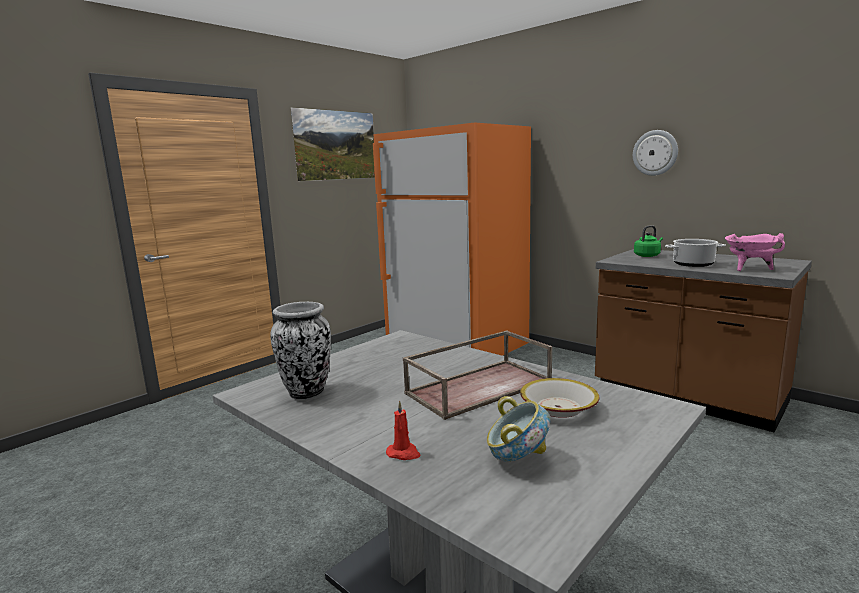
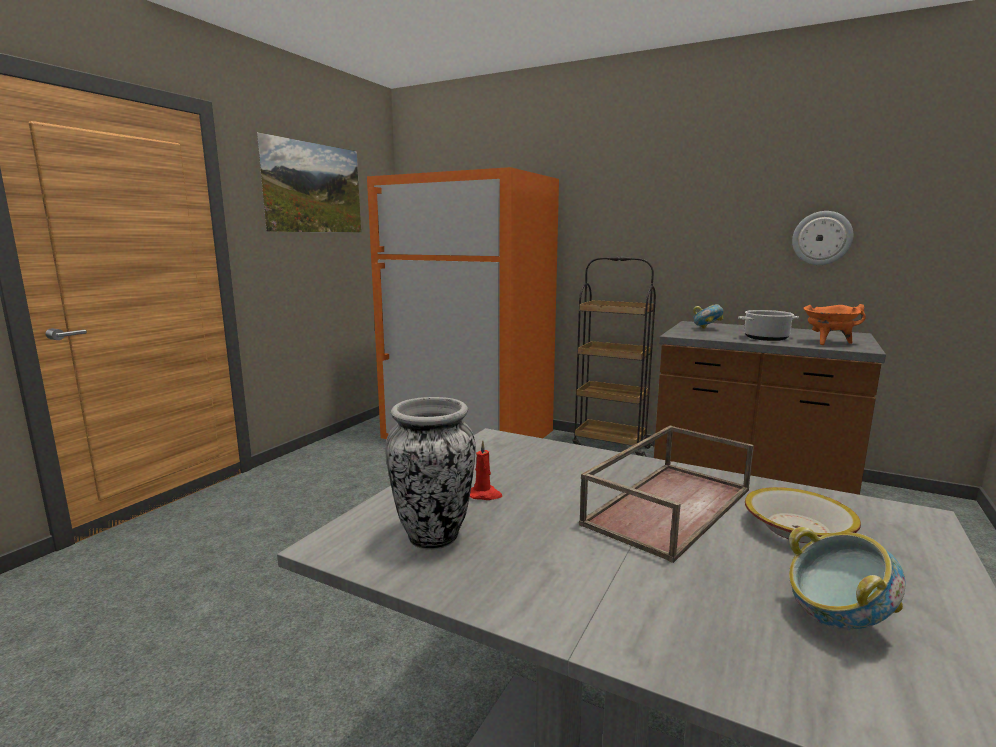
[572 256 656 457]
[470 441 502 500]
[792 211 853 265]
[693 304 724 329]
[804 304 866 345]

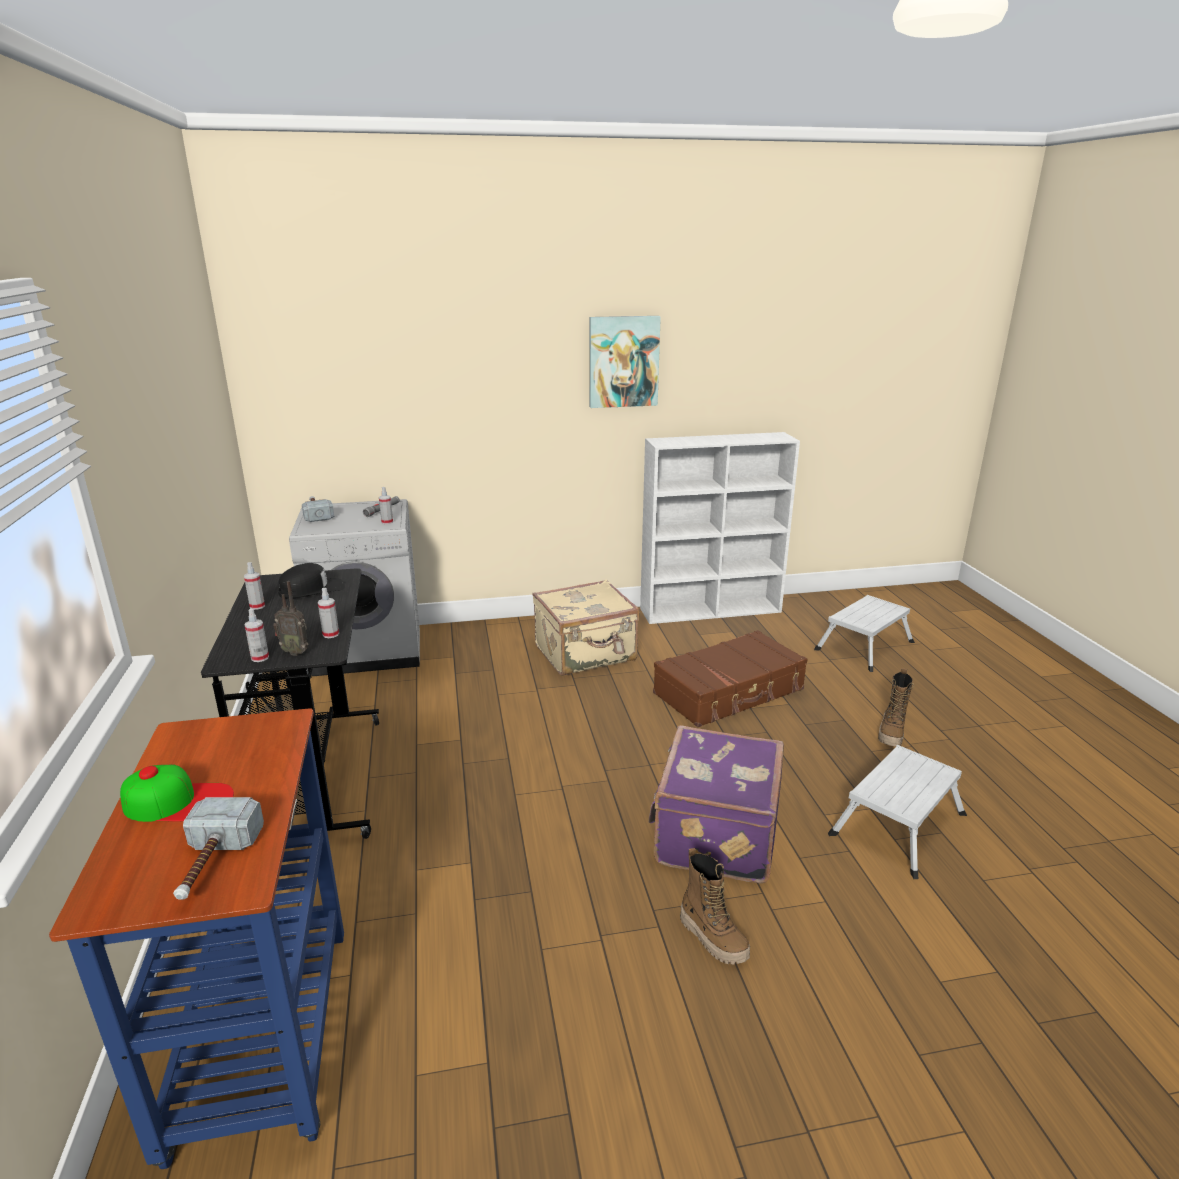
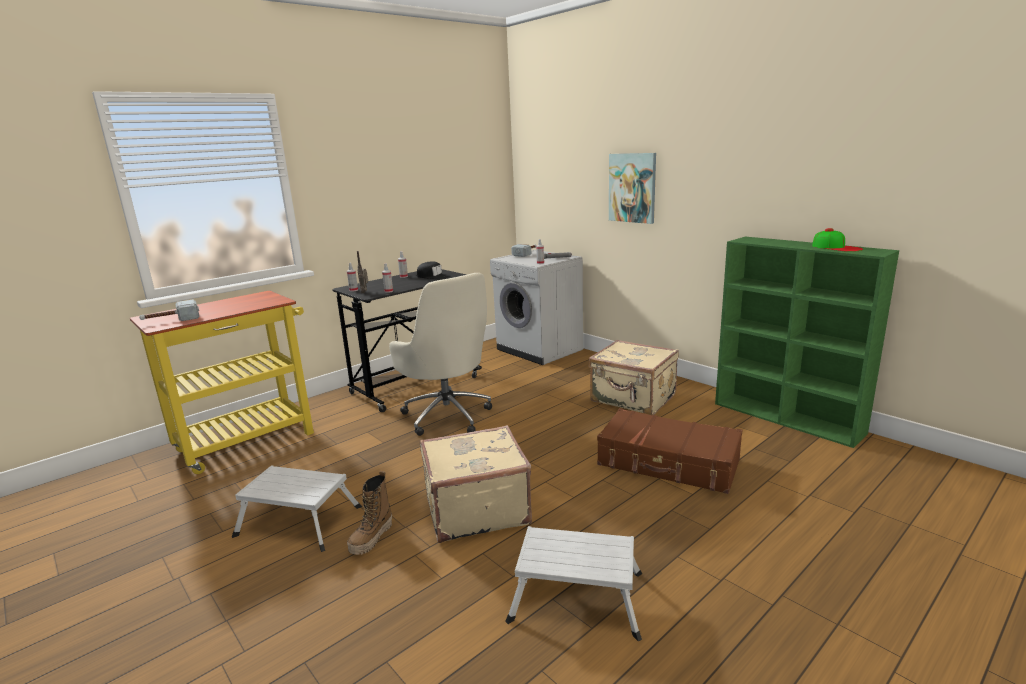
[878 668 914 747] (first image)
[389 273 492 436]
[812 228 863 252]
[609 153 656 224]
[232 465 362 552]
[130 291 314 474]
[715 237 899 448]
[420 425 532 543]

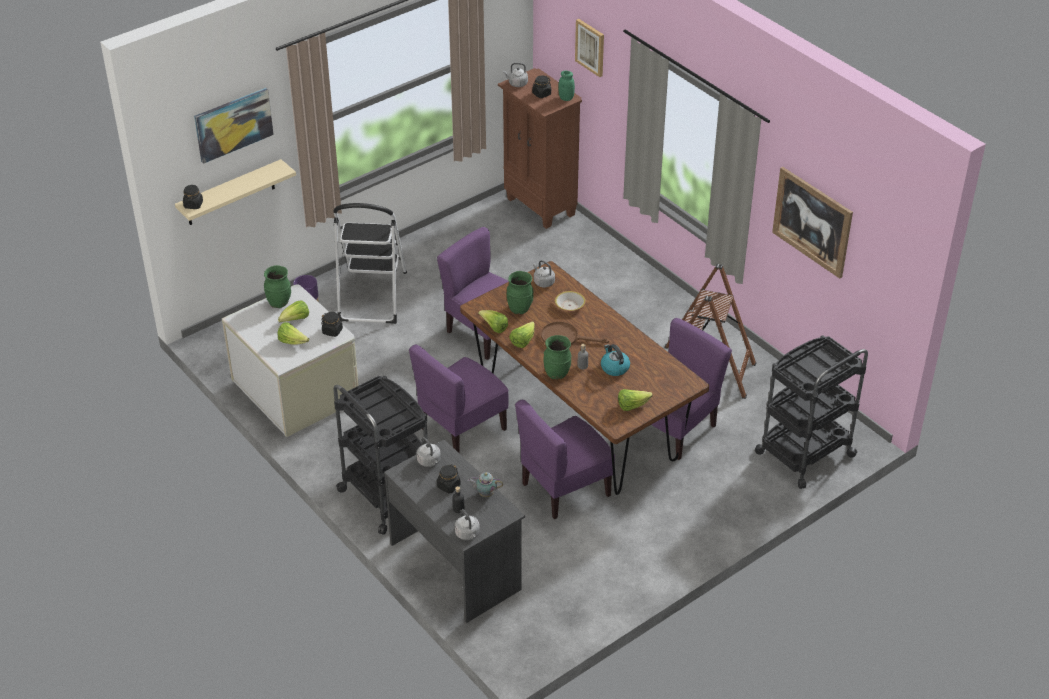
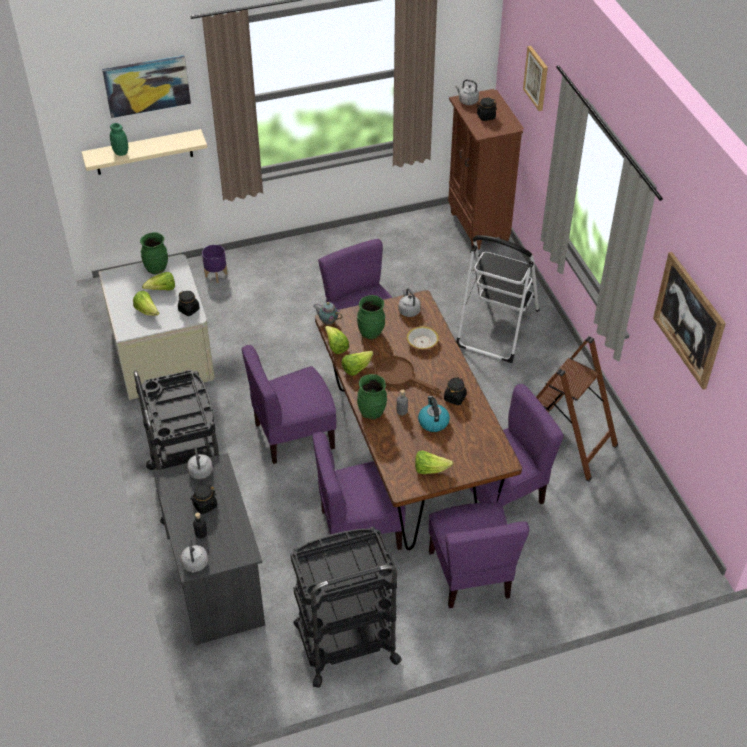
[429 503 530 608]
[444 377 467 405]
[456 235 540 363]
[313 302 343 325]
[110 123 128 156]
[291 527 402 688]

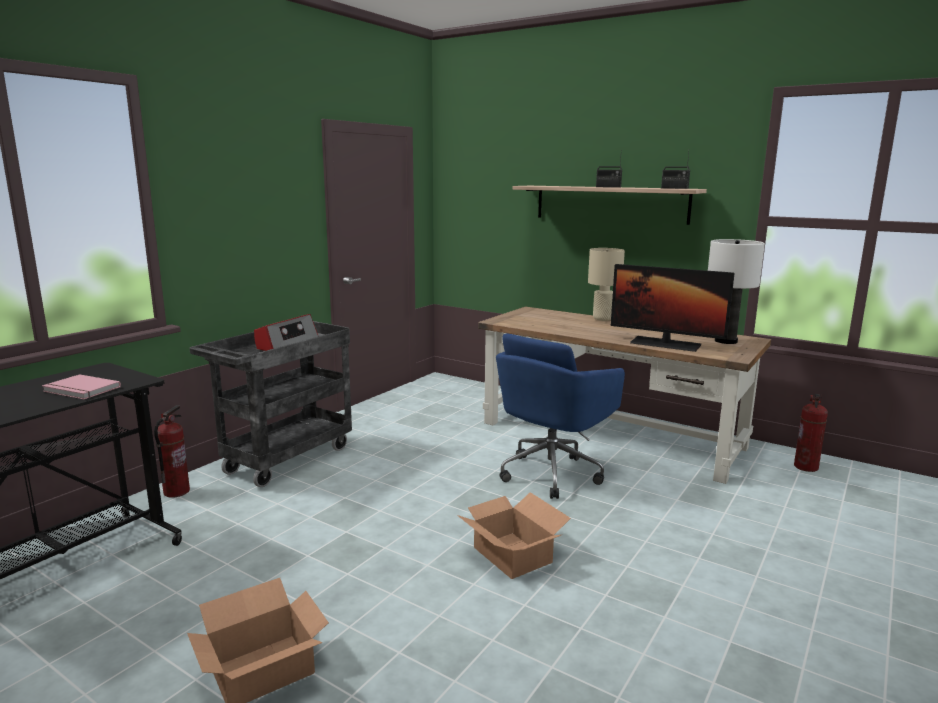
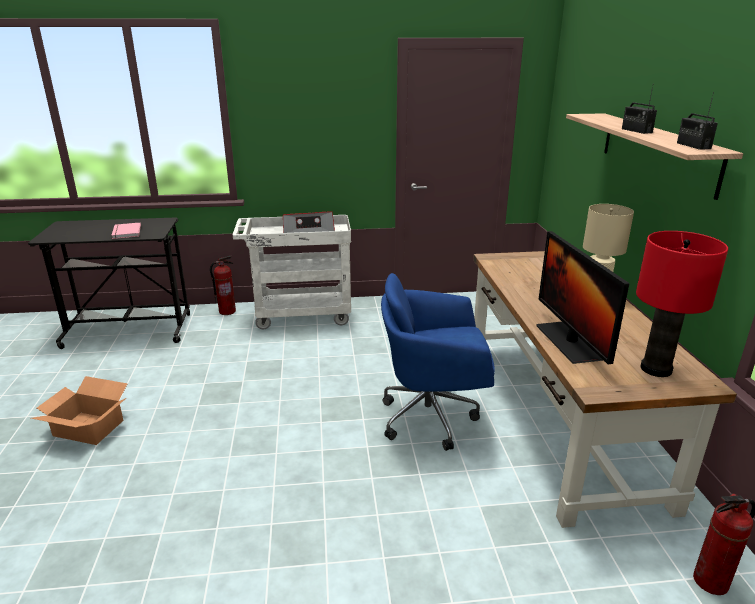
[457 492 571 579] (first image)
[233 215 351 329]
[636 231 728 377]

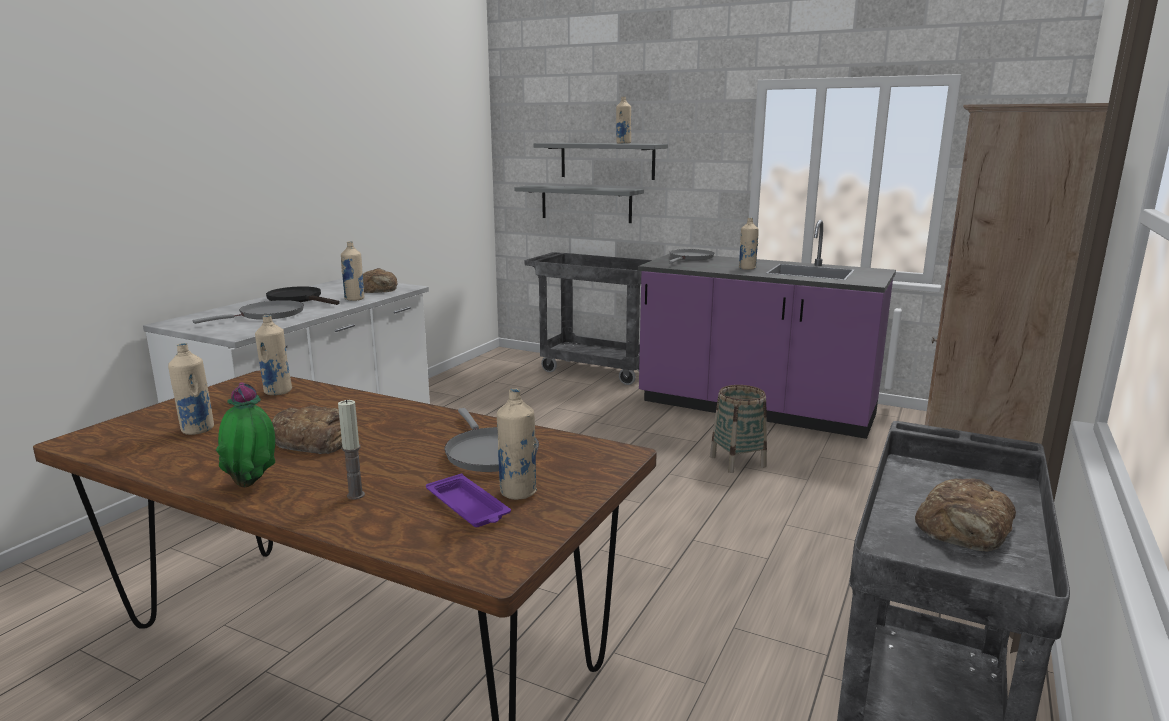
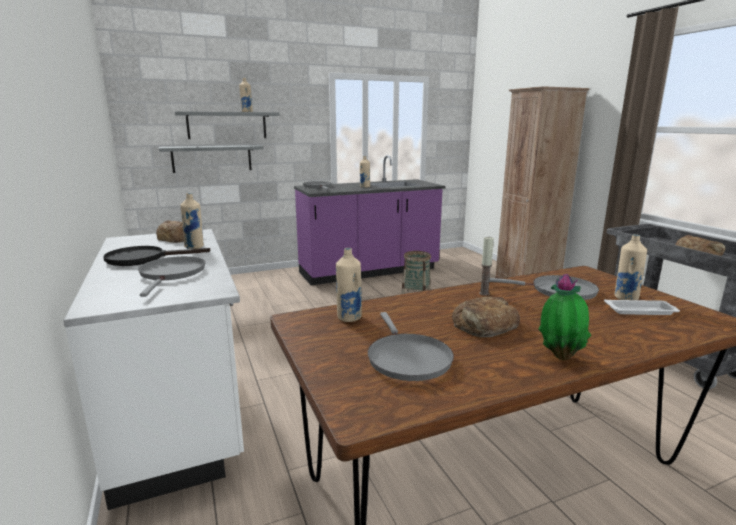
[525 252 652 385] (first image)
[479 236 494 296]
[368 312 454 381]
[604 299 680 315]

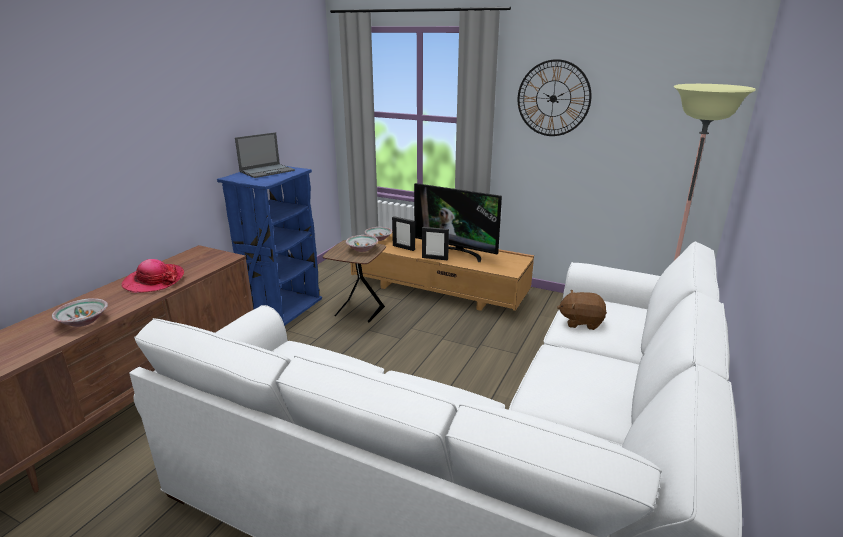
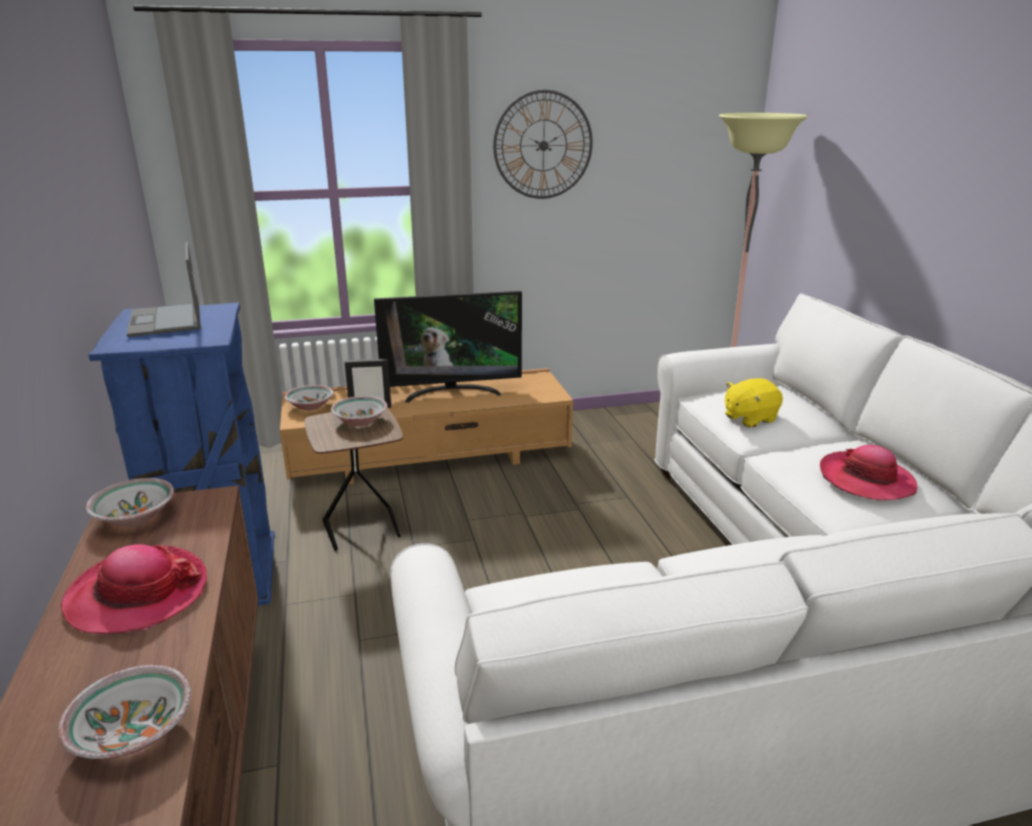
[422 227 449 260] (first image)
[85 478 174 527]
[820 445 917 500]
[725 378 783 428]
[127 242 201 337]

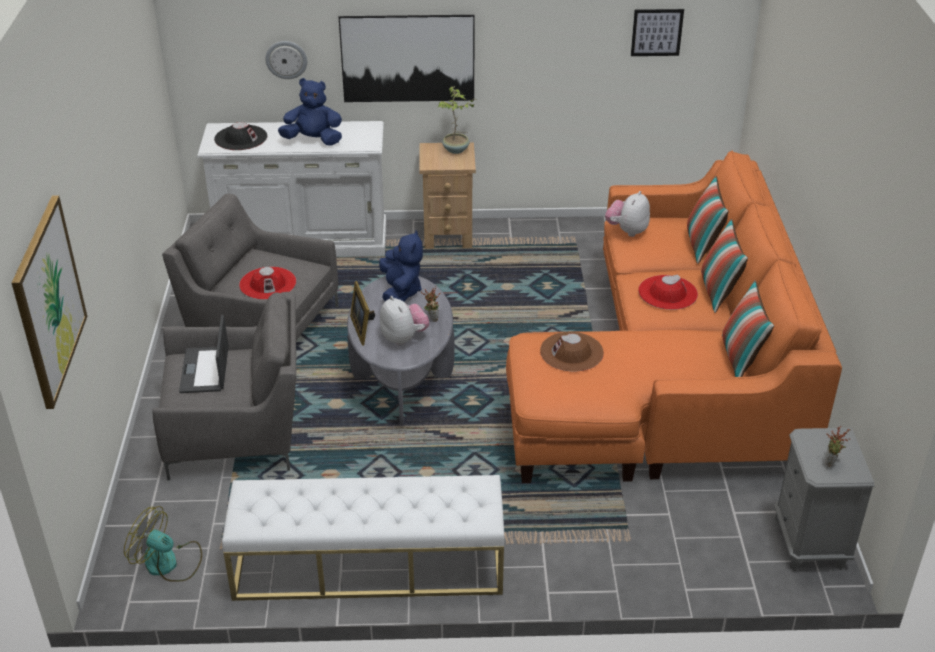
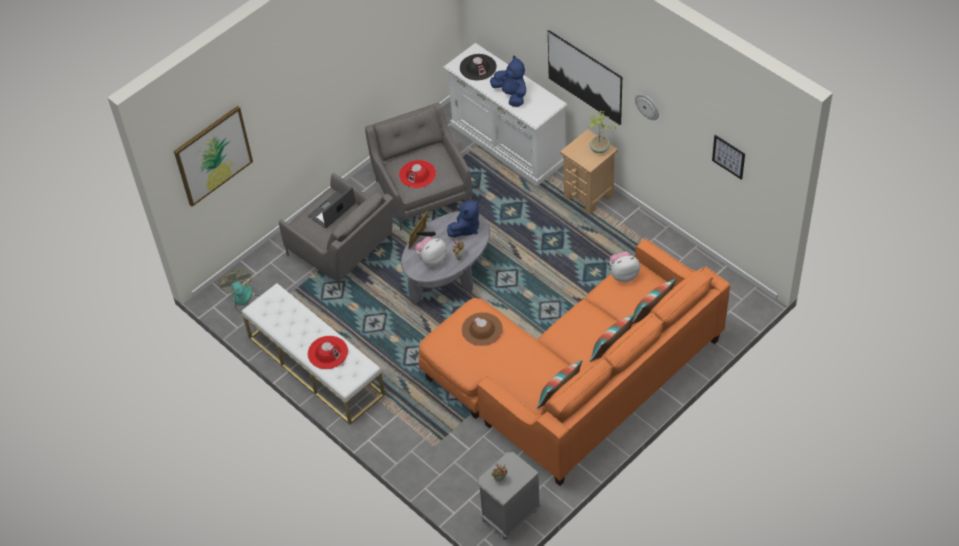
[635 94 659 120]
[308 336 348 369]
[415 237 447 266]

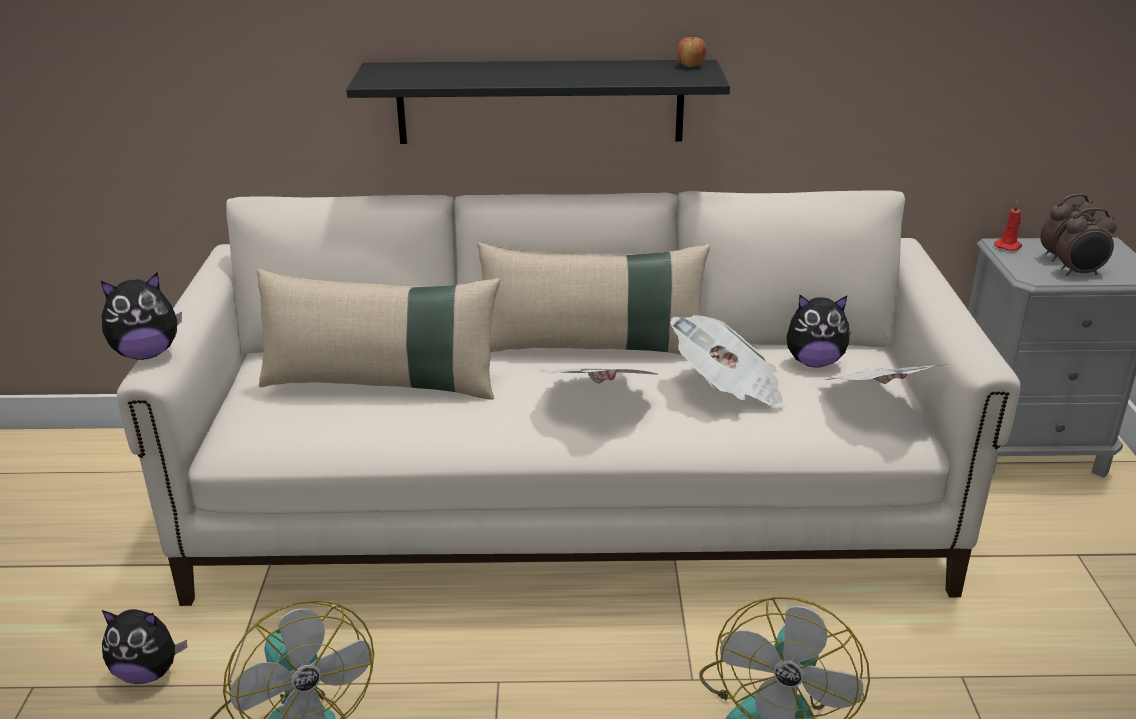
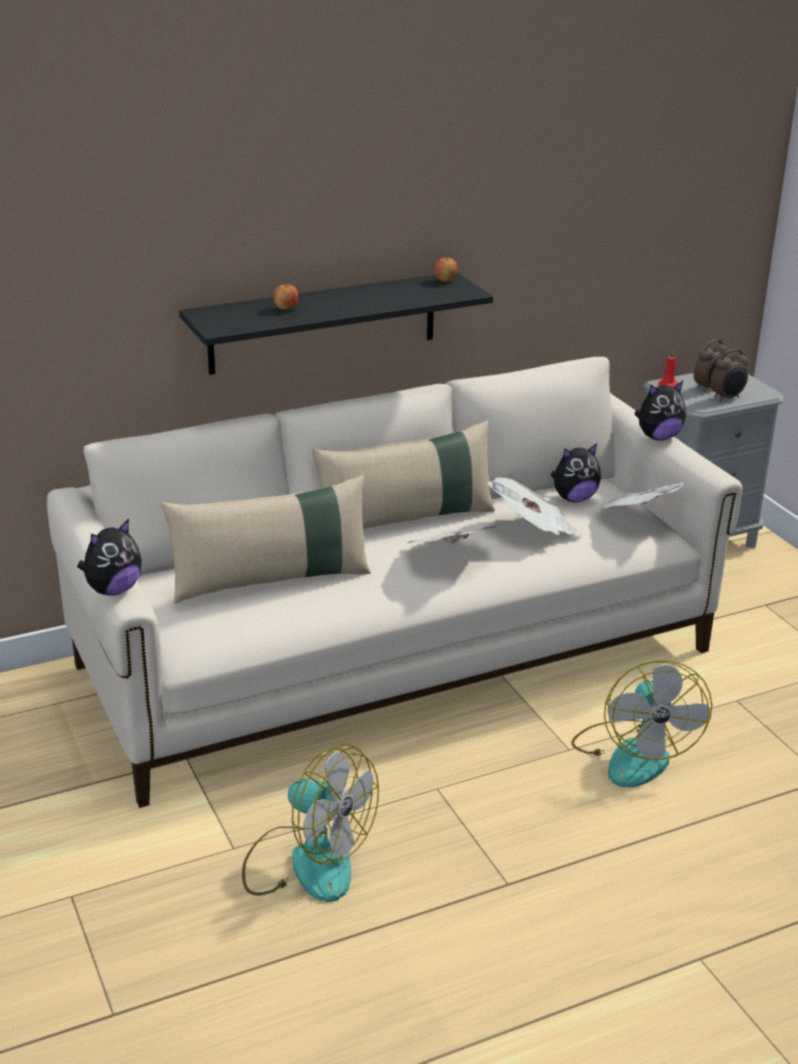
[274 284 298 310]
[634 381 686 441]

